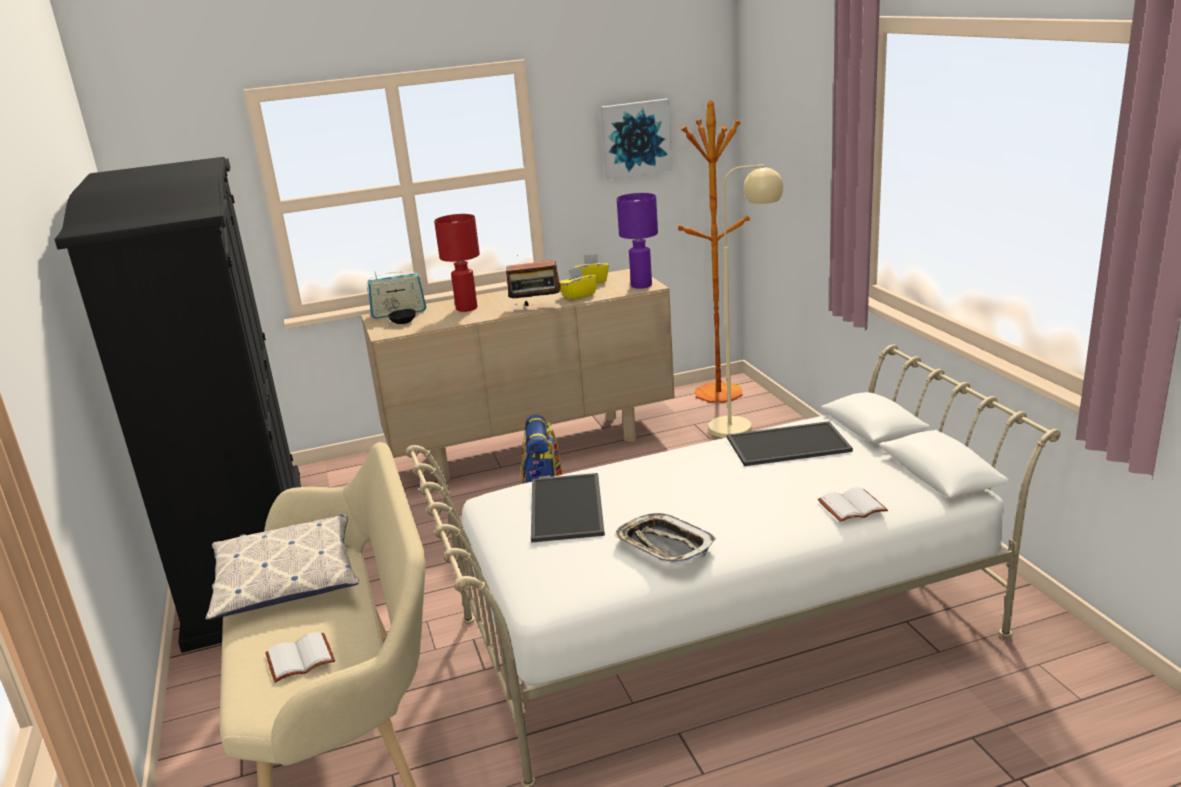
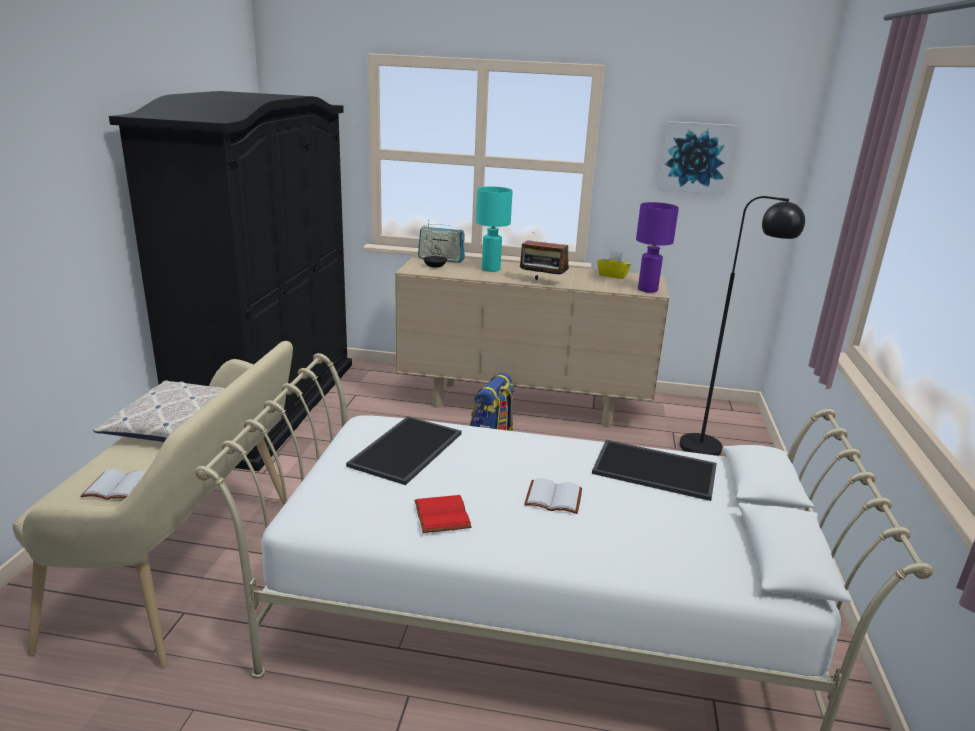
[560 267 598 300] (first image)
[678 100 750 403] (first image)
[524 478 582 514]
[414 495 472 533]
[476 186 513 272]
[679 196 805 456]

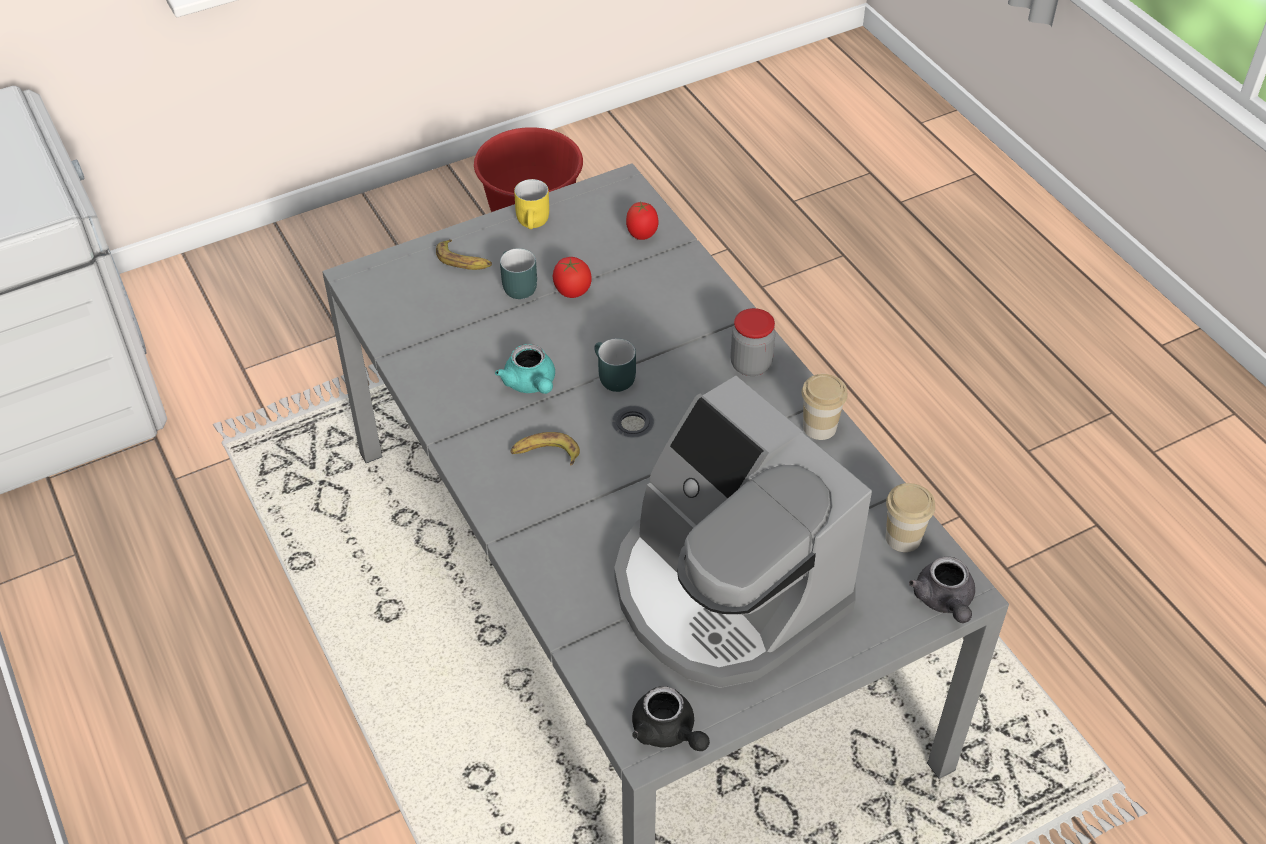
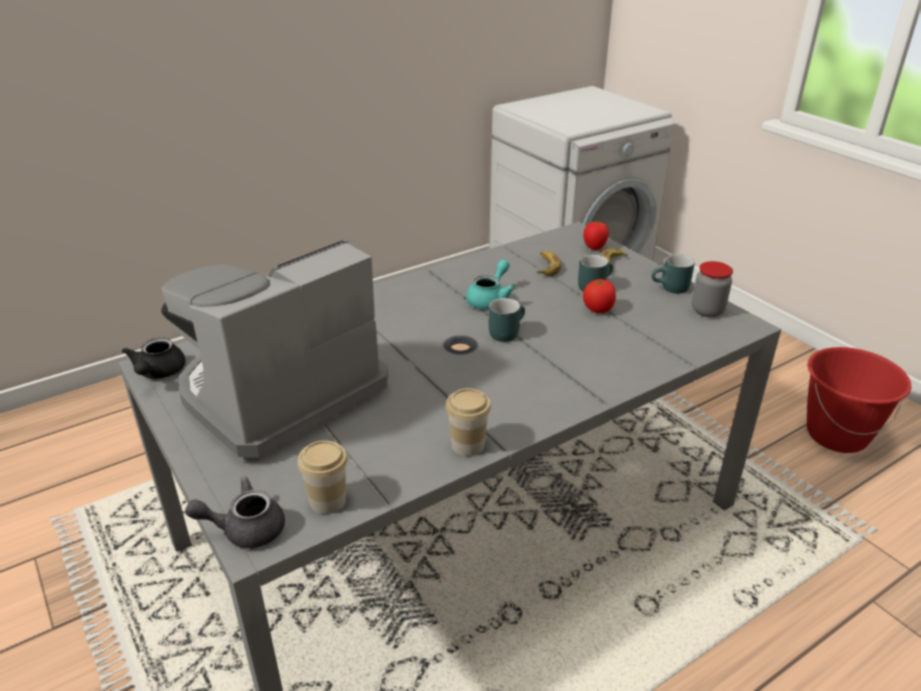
[537 251 561 276]
[583 221 609 250]
[692 261 733 317]
[652 254 695 294]
[466 260 515 310]
[122 337 185 379]

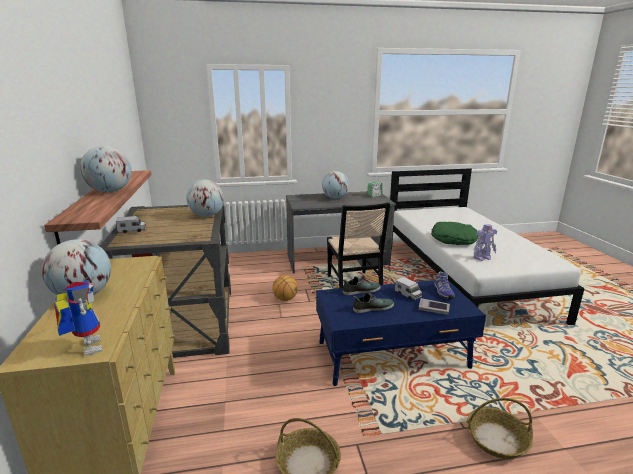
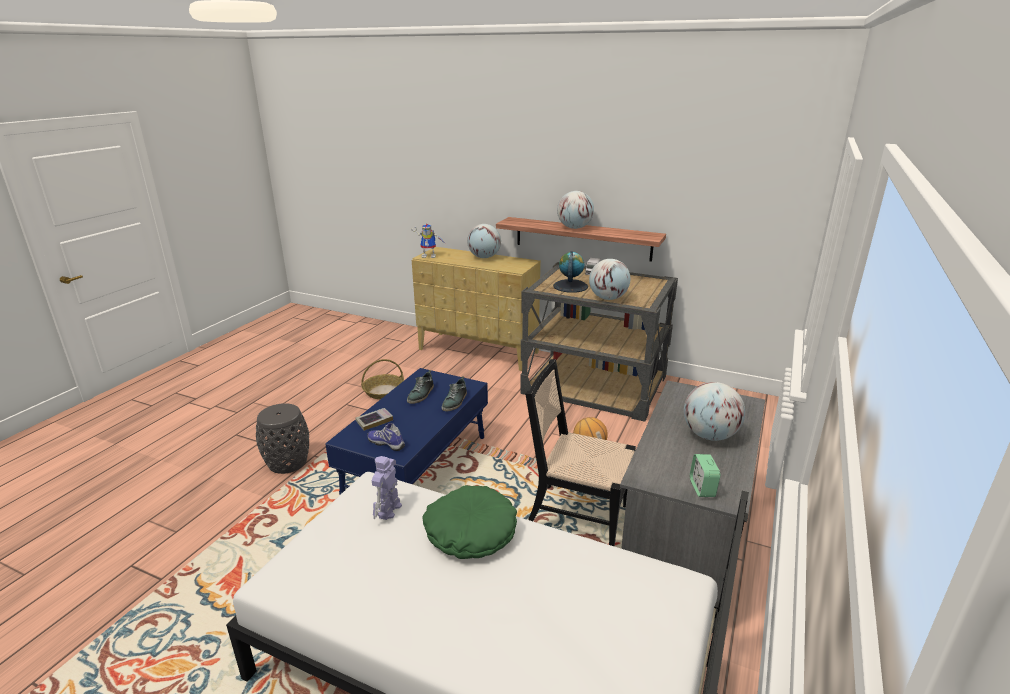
[395 277 422 300] (first image)
[553 251 588 293]
[256 403 309 474]

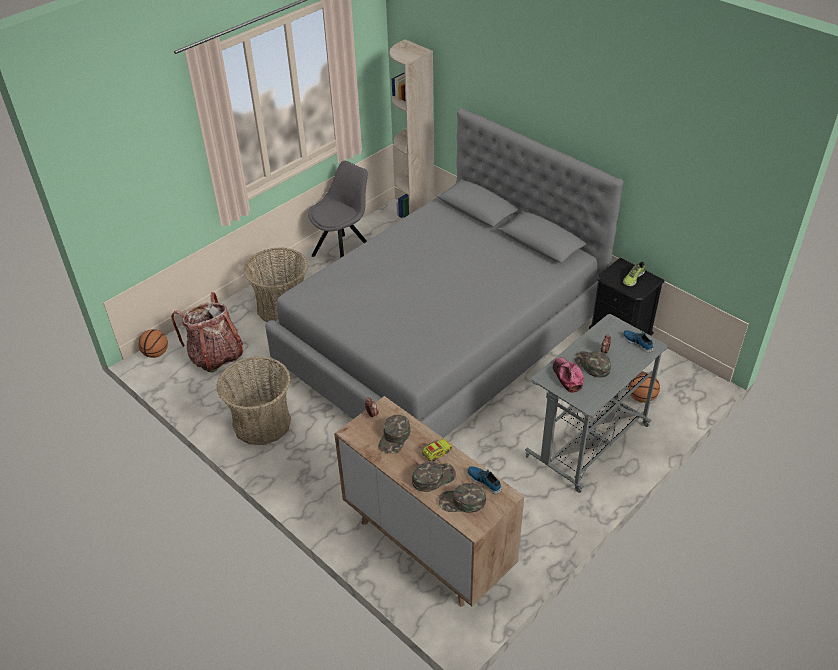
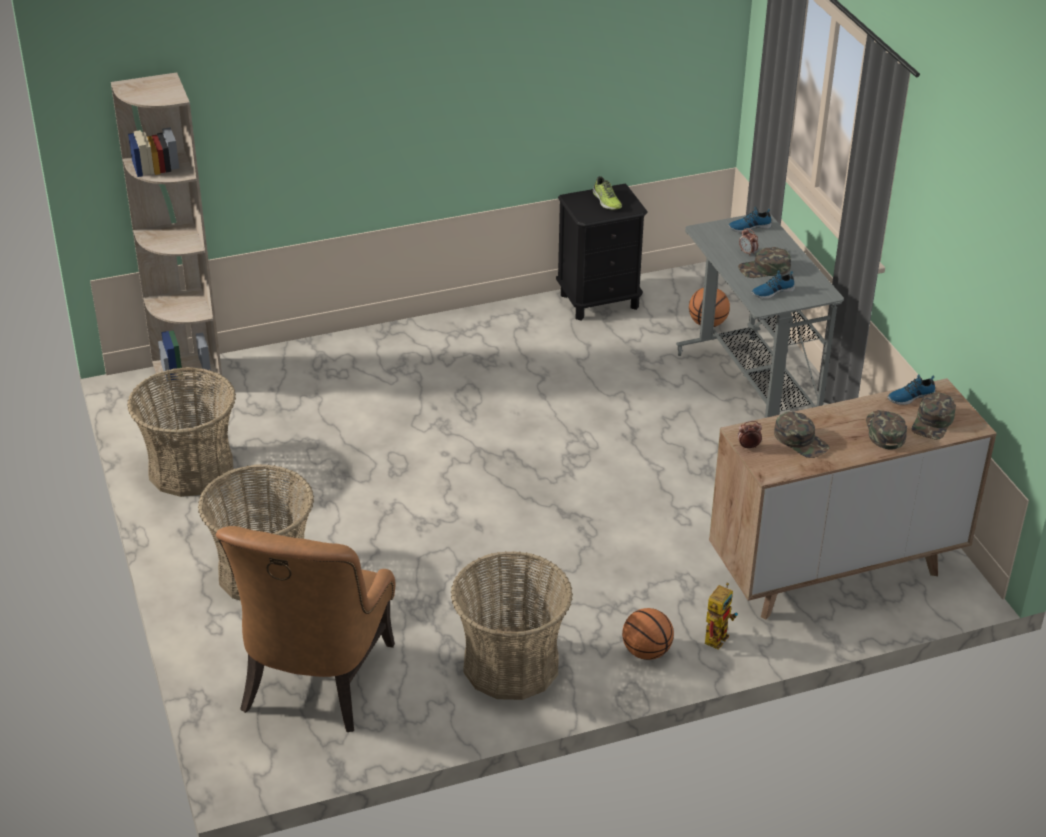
[265 108 624 438] (first image)
[422 438 452 462] (first image)
[705 583 738 650]
[622 608 674 660]
[216 526 396 732]
[127 367 236 497]
[751 270 795 299]

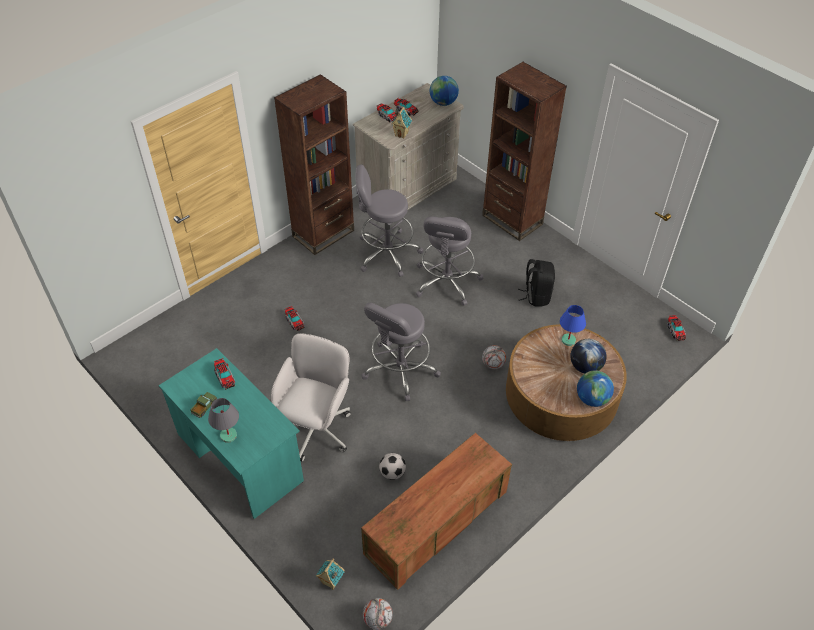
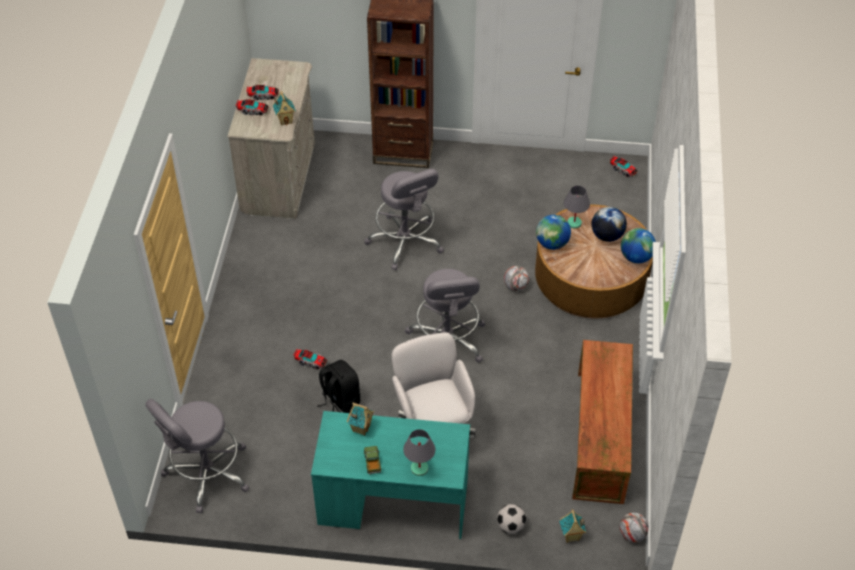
[274 74 354 255] (first image)
[146 399 249 513]
[497 504 526 534]
[536 215 571 250]
[317 360 360 413]
[347 403 374 436]
[564 185 590 229]

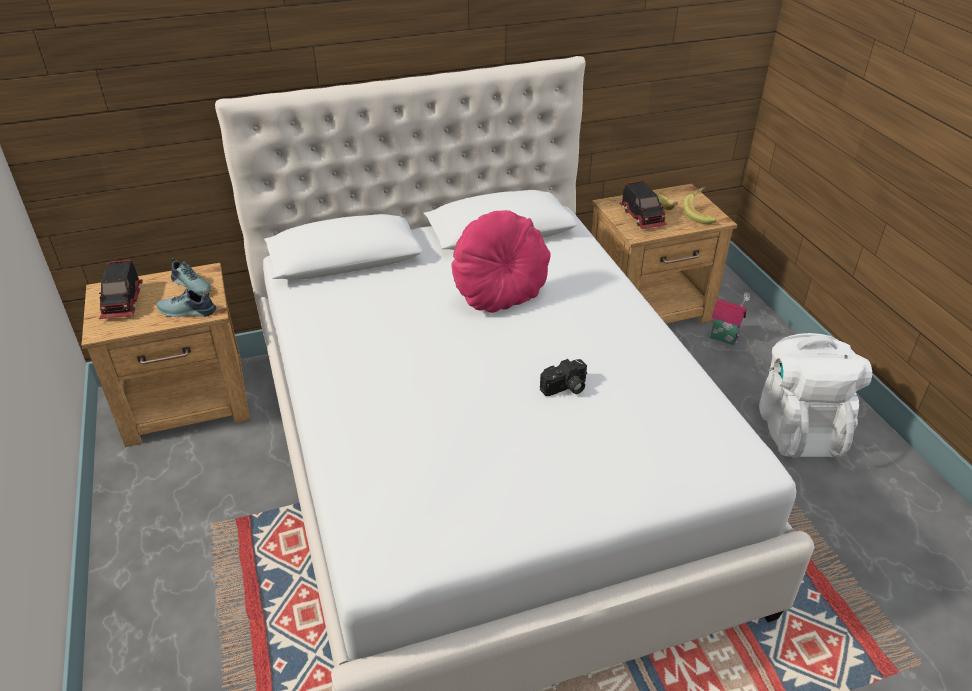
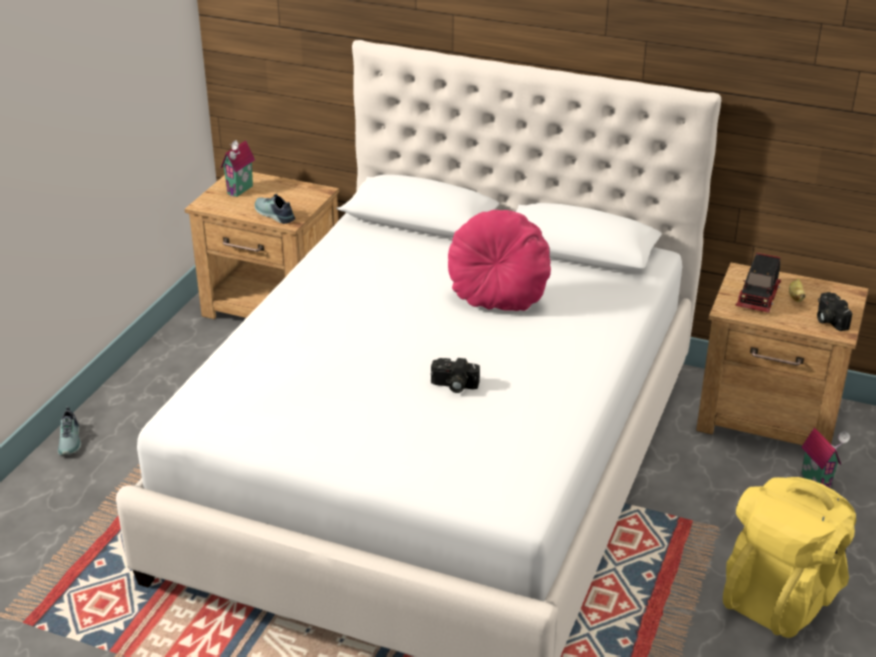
[58 407 81 456]
[221 140 255 197]
[817 292 852 331]
[723 477 856 638]

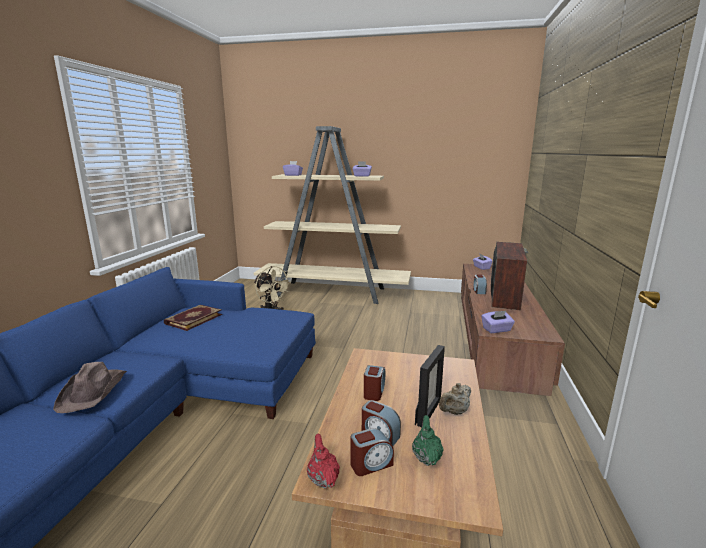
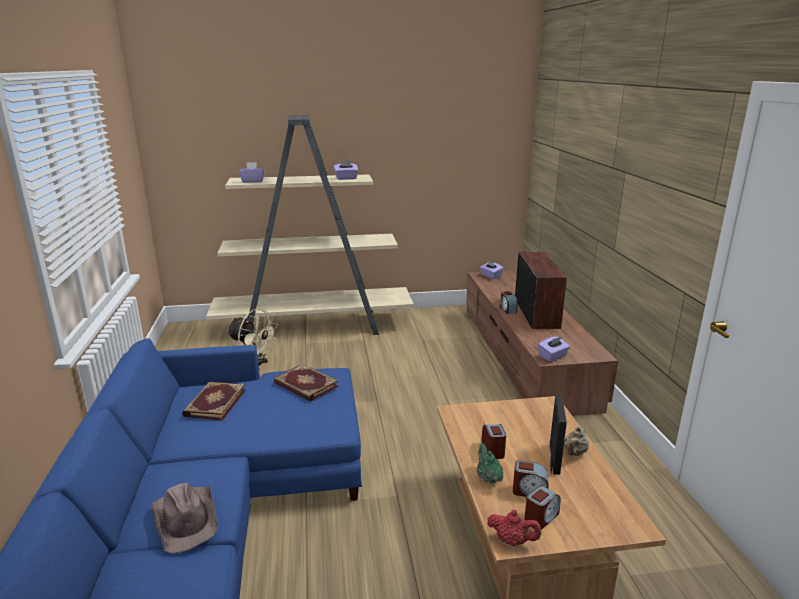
[274 364 339 401]
[477 443 504 484]
[487 510 541 546]

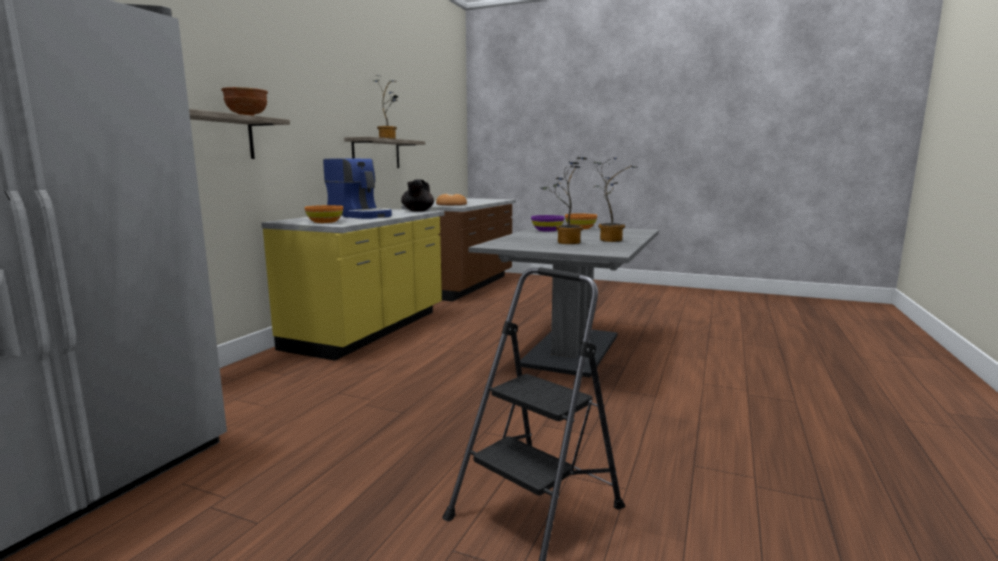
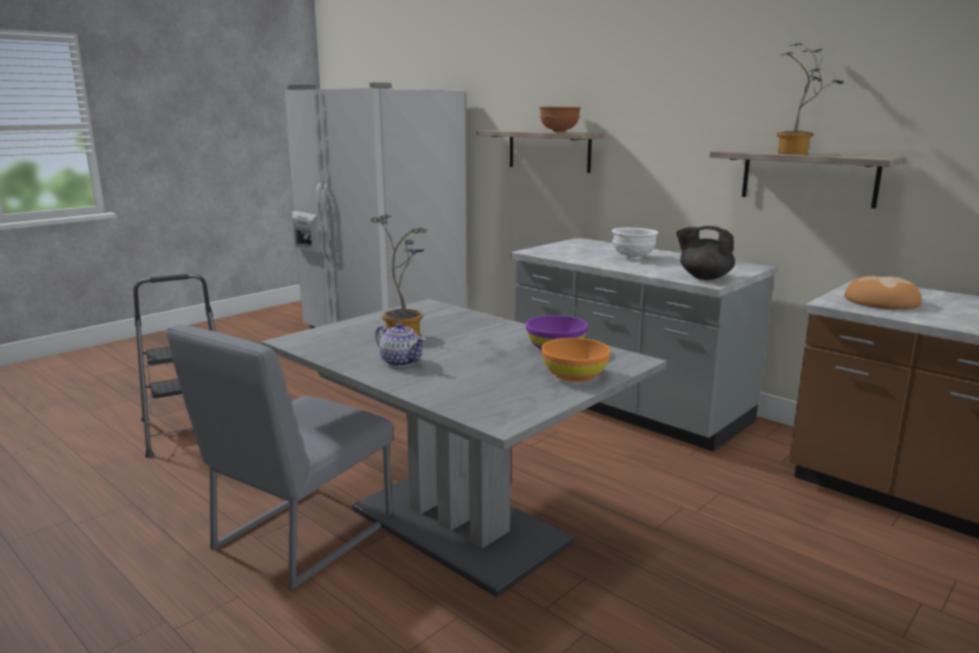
[304 205 343 223] (first image)
[167 324 394 590]
[612 228 659 259]
[375 323 426 367]
[511 238 777 452]

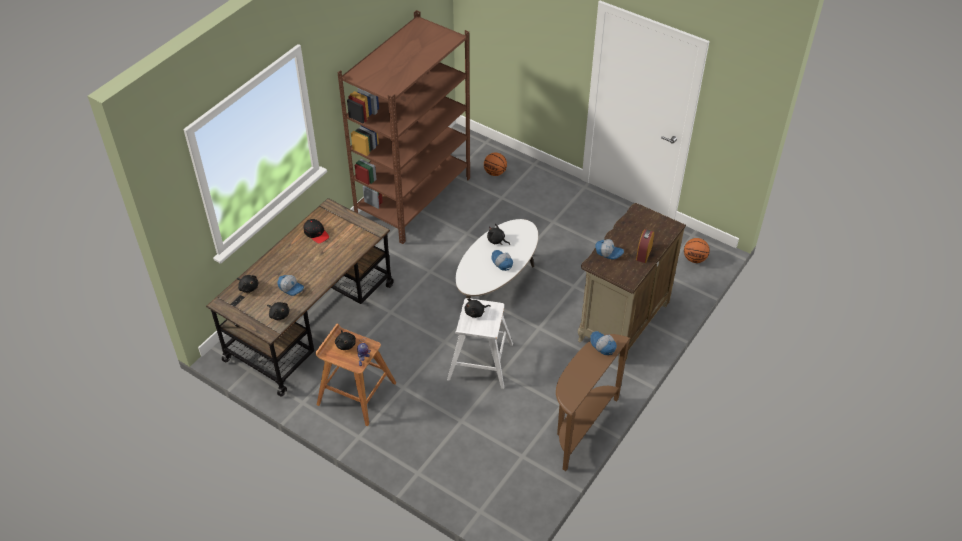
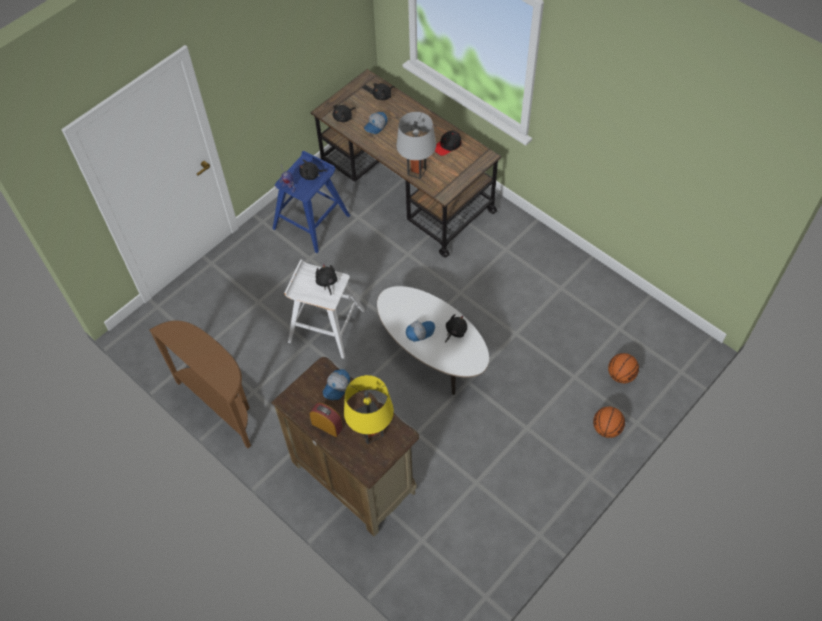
[338 10 470 244] (first image)
[590 331 617 355] (first image)
[344 375 394 444]
[396 112 436 179]
[593 406 625 438]
[273 151 350 253]

